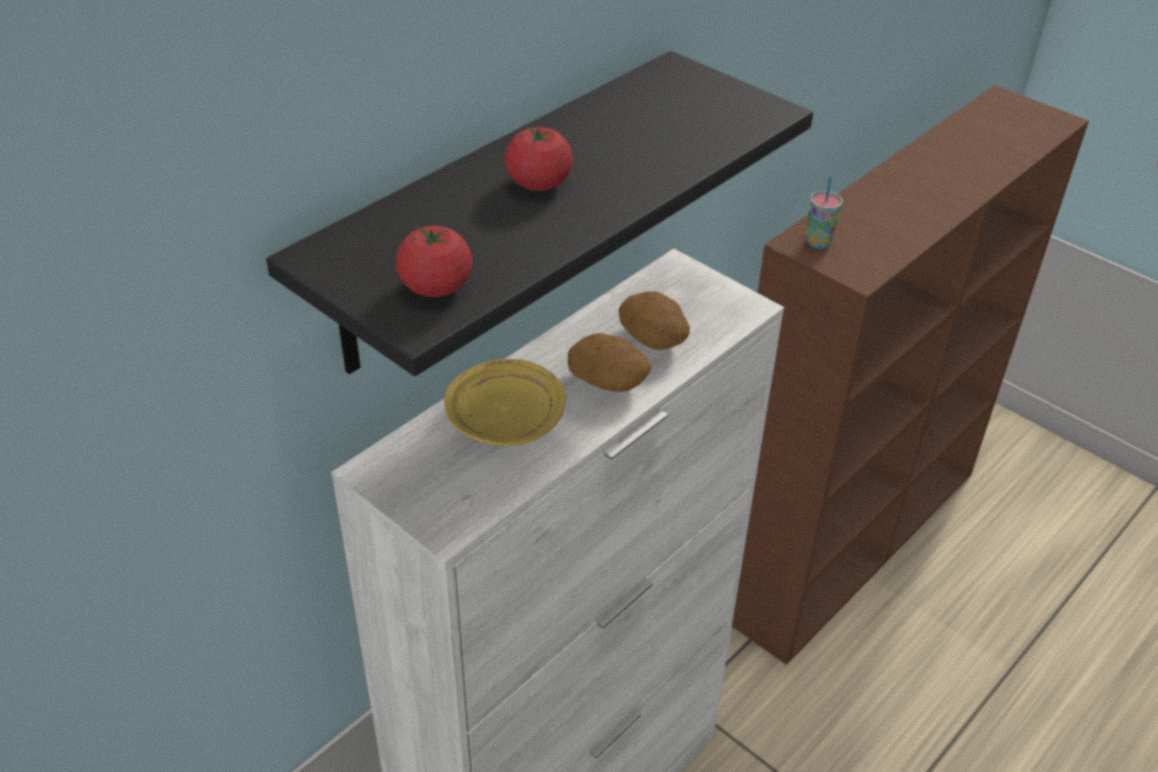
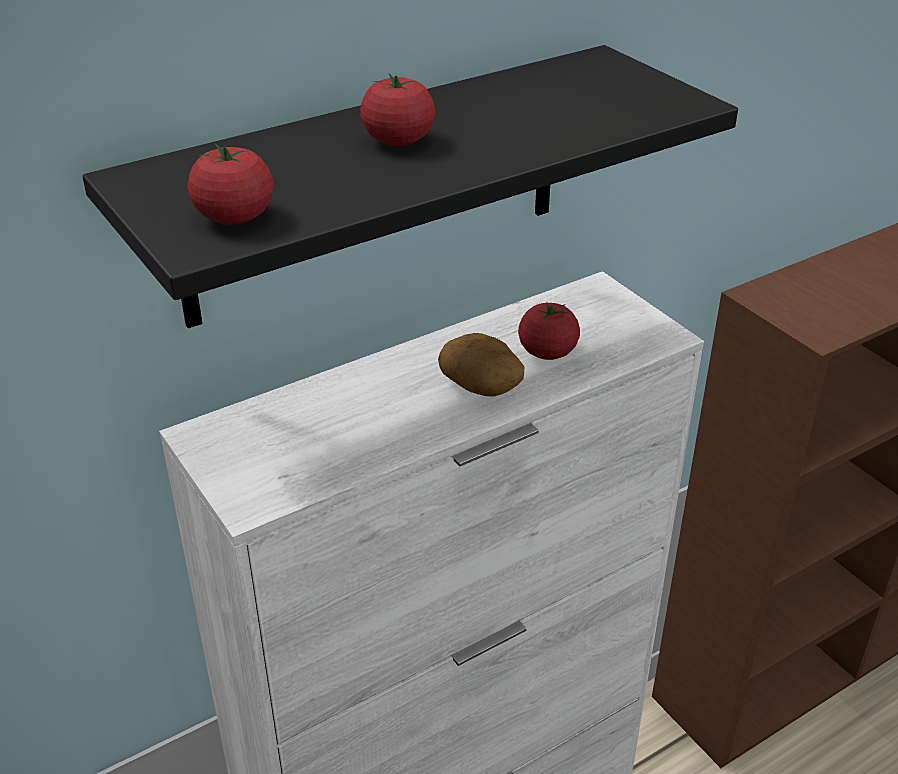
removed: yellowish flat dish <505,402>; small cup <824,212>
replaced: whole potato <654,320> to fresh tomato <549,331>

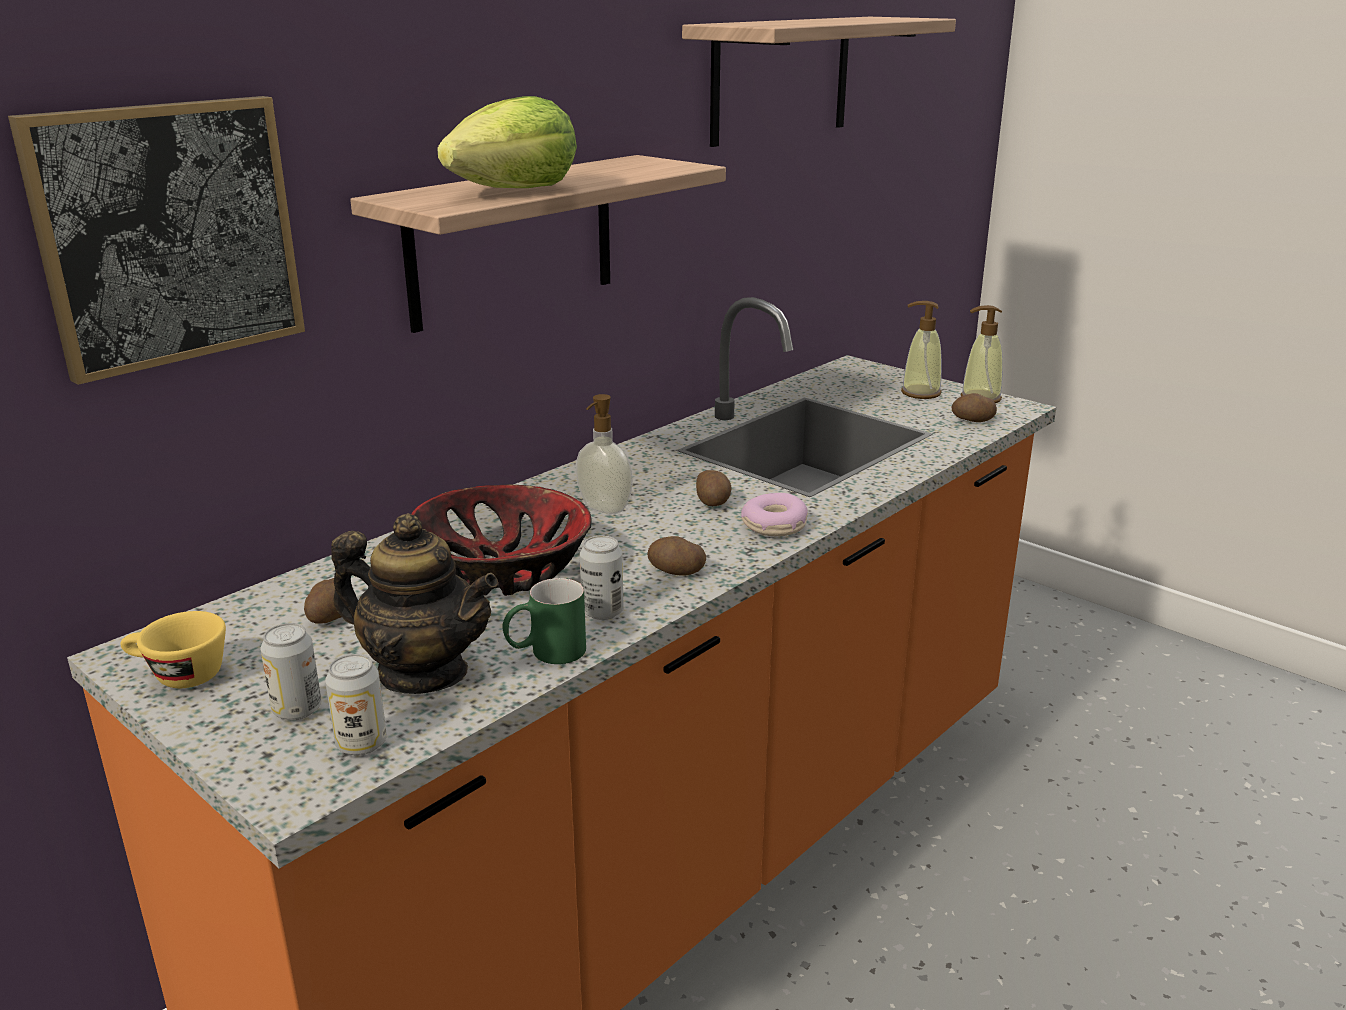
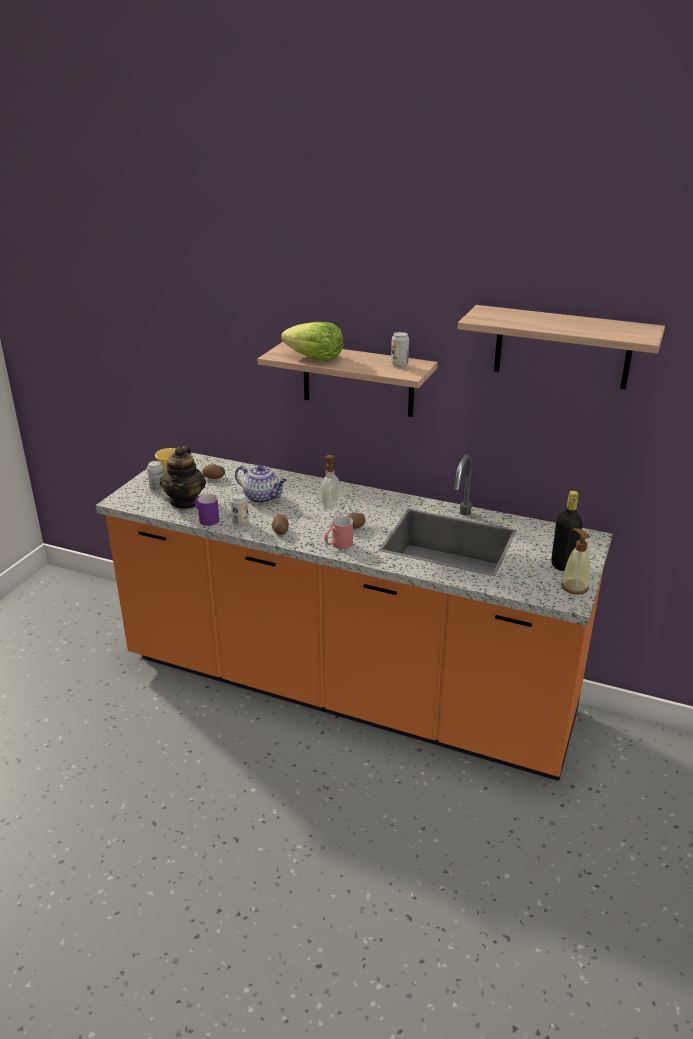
removed: picture <156,240>; whole potato <974,407>
moved: sealed can <356,704> to <400,349>
replaced: bowl <501,540> to teapot <261,484>; doughnut <774,514> to red-coloured tea mug <338,532>; soap bottle <921,350> to black drink bottle <567,531>
recoloured: green tea mug <544,621> to purple-coloured tea mug <206,510>

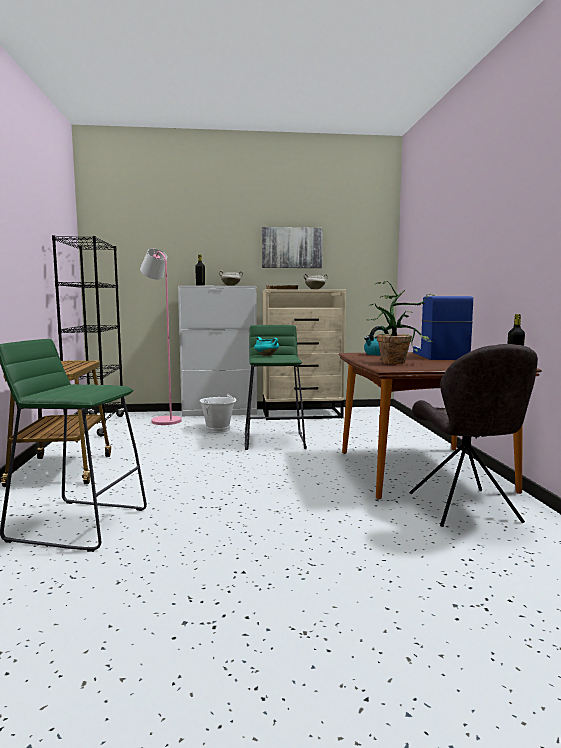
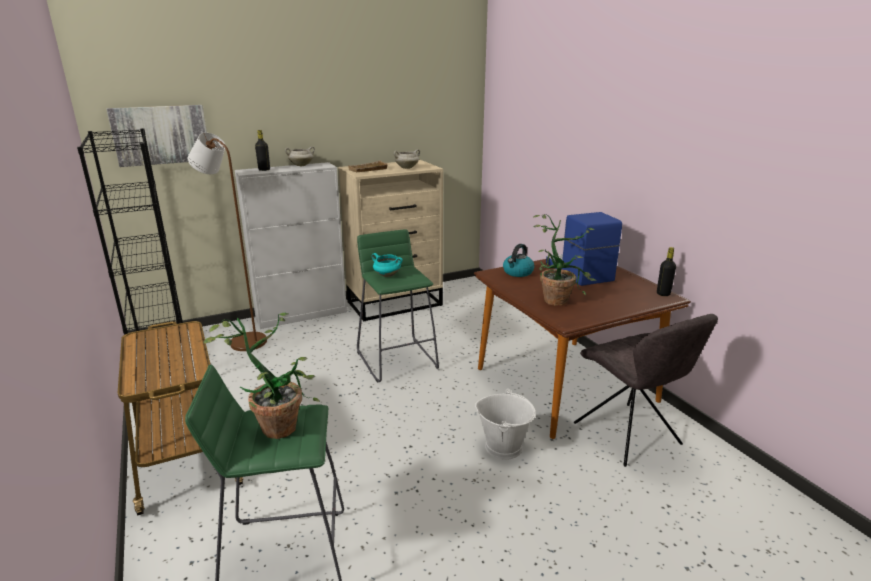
added: plant in a pot <261,376>
moved: white-coloured water bucket <218,413> to <505,424>; picture <292,247> to <157,136>
recoloured: pink standard lamp <161,336> to brown-coloured standard lamp <227,242>

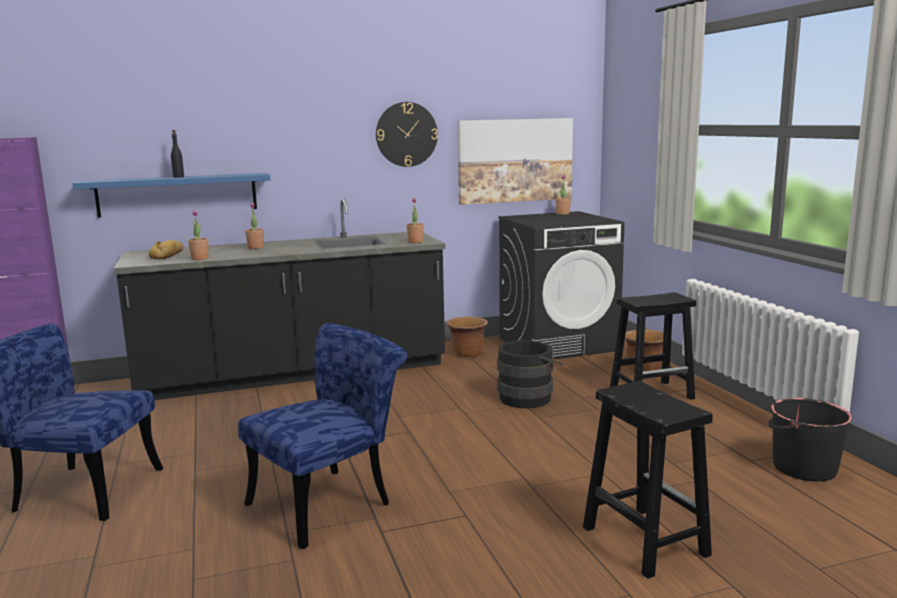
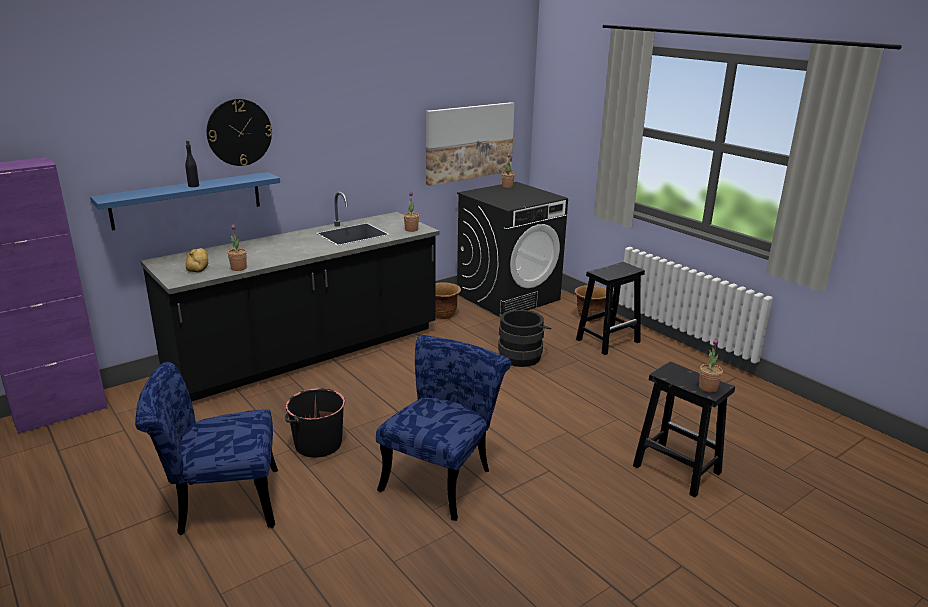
moved: plant in a pot <254,226> to <711,365>; wall clock <407,134> to <239,132>; black water bucket <810,439> to <315,423>

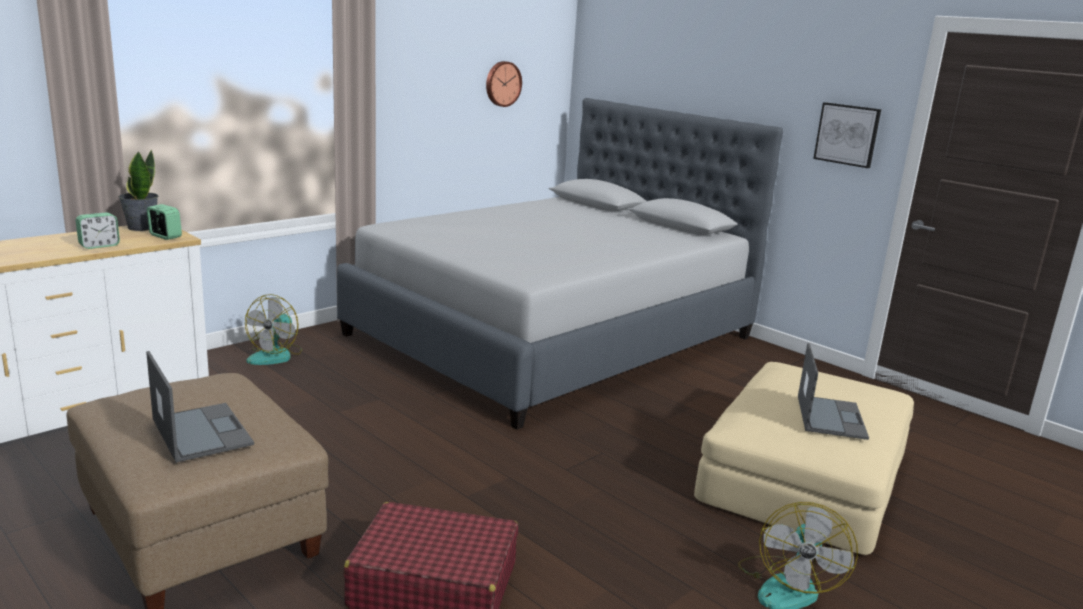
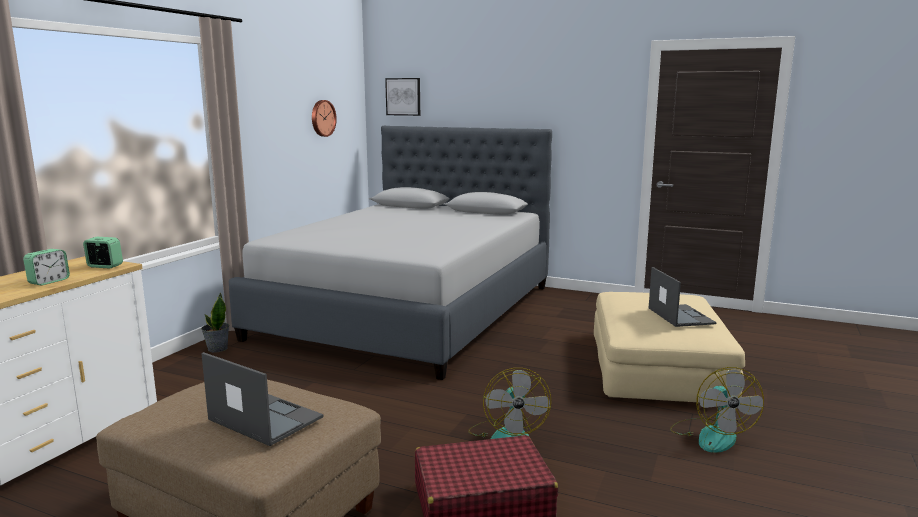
moved: plant in a pot <138,190> to <215,322>; cooling fan <273,329> to <509,403>; picture <847,135> to <402,97>

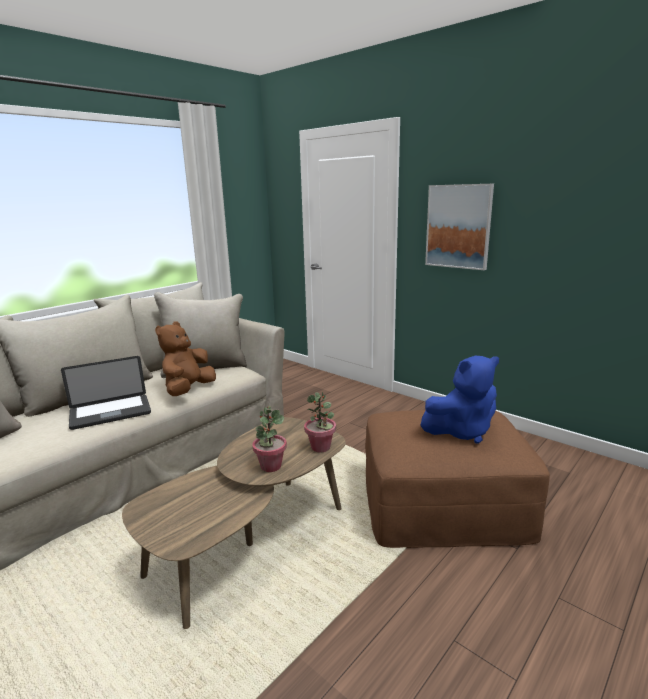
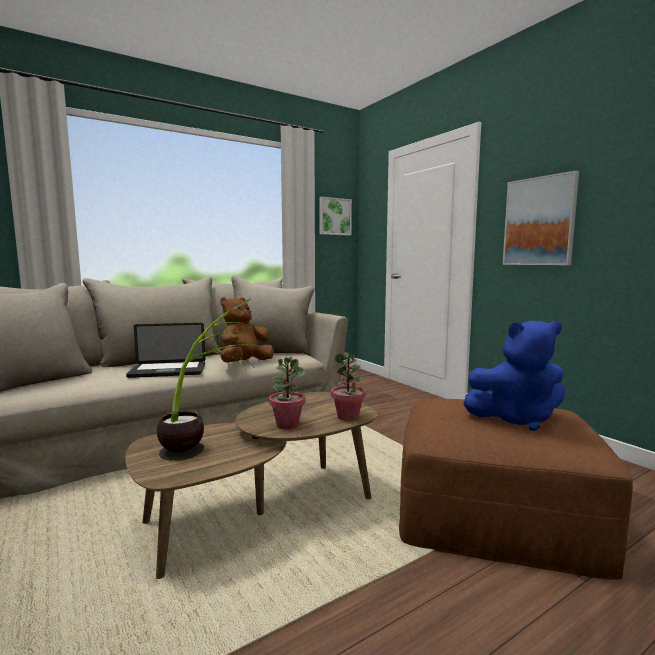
added: plant in a pot <210,379>; picture <335,216>

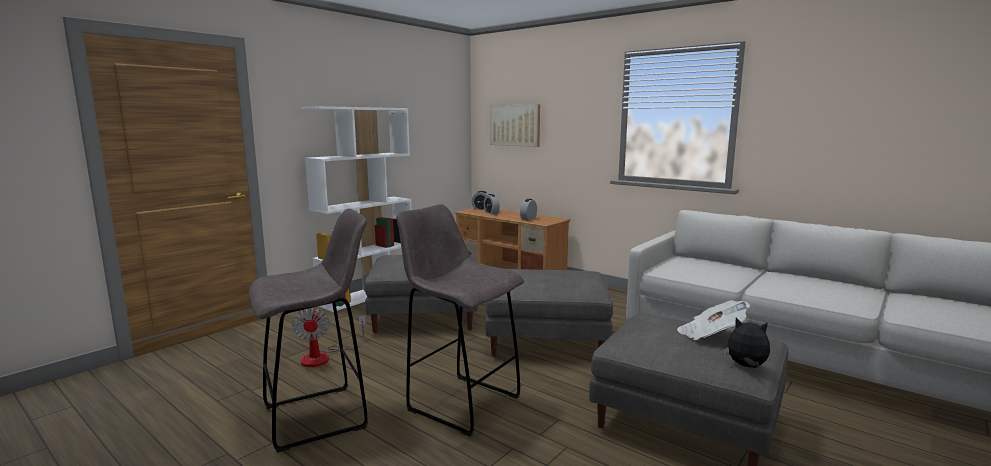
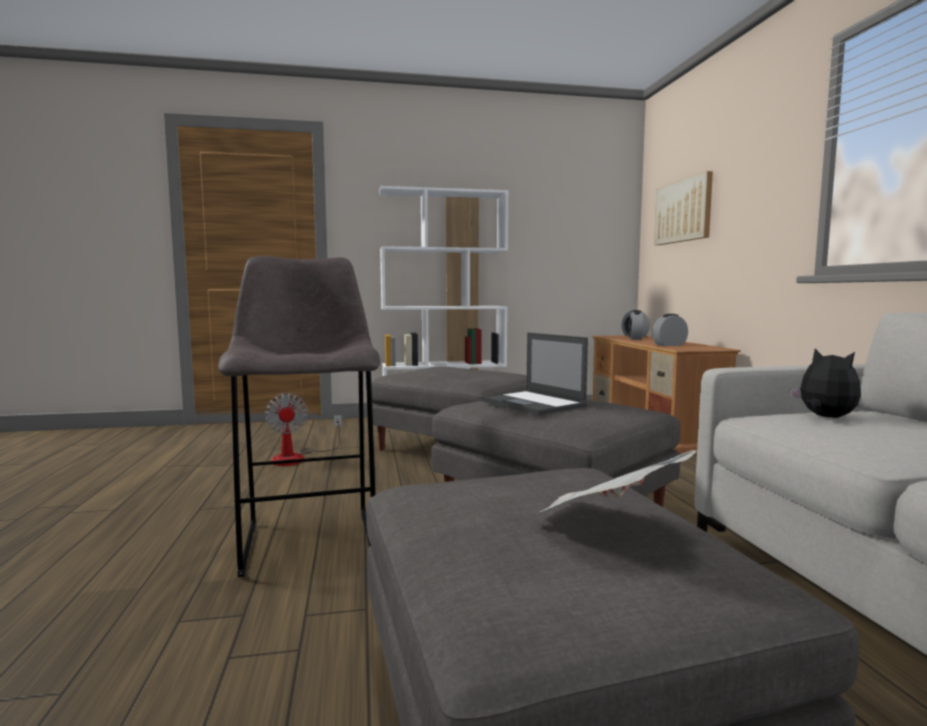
removed: gray sitting stool <308,331>
added: portable computer <534,374>
moved: plush toy <746,343> to <825,383>
turned: cooling fan <329,337> = <303,429> 45 degrees counterclockwise

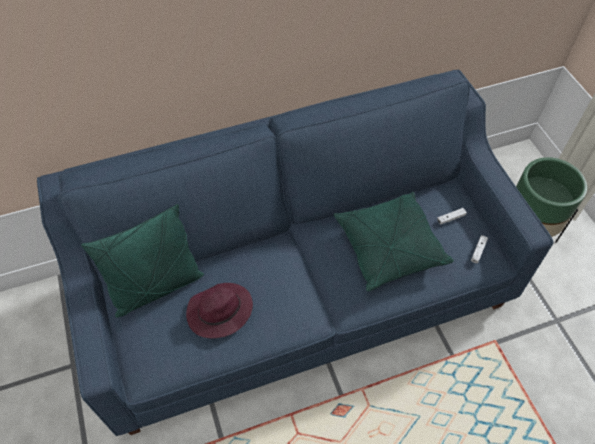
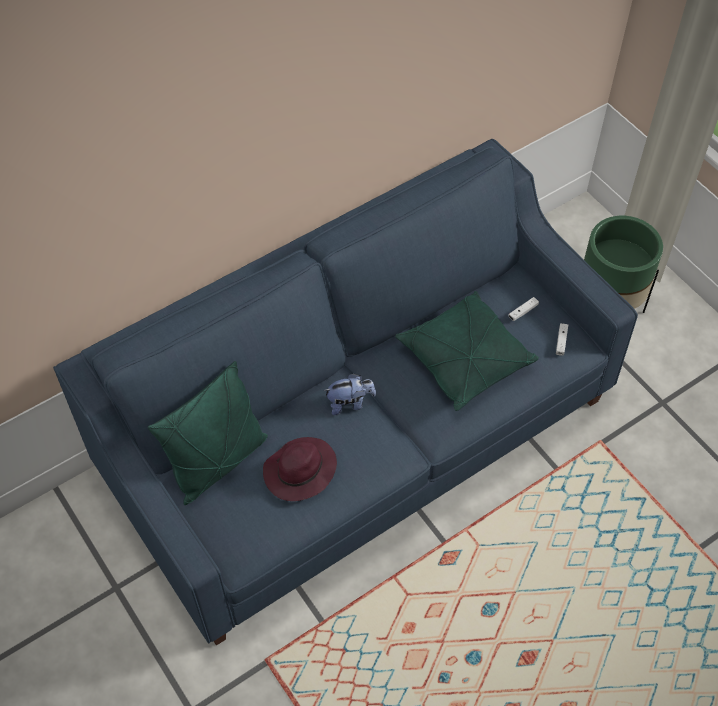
added: plush toy <349,394>

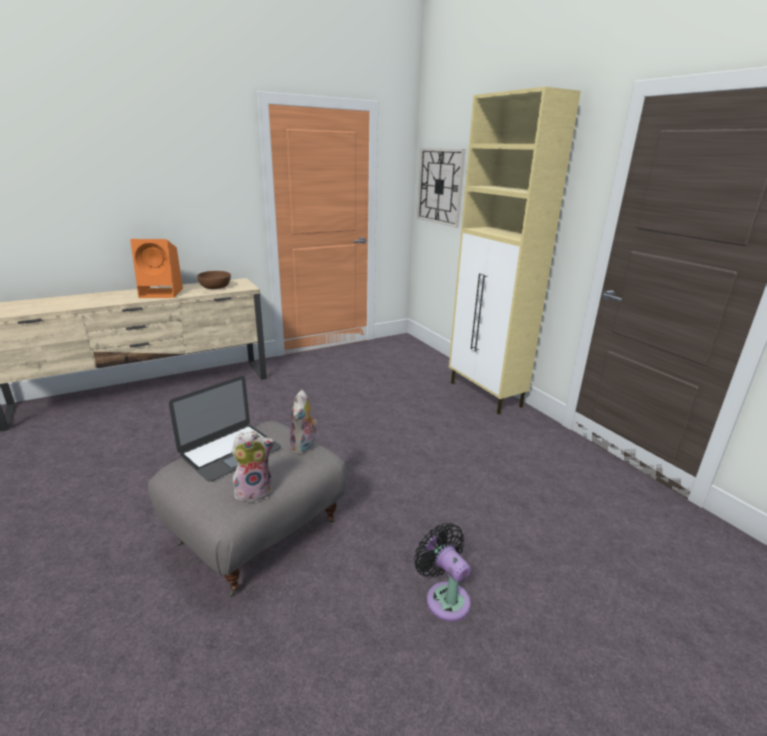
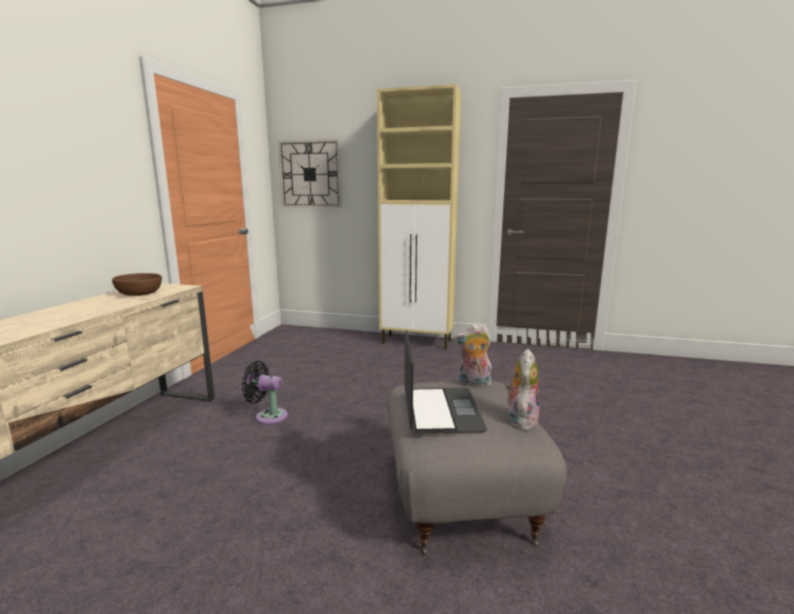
removed: orangey speaker <156,268>
moved: black cooling fan <442,572> to <265,393>
turned: plush toy <304,422> = <473,355> 135 degrees clockwise

